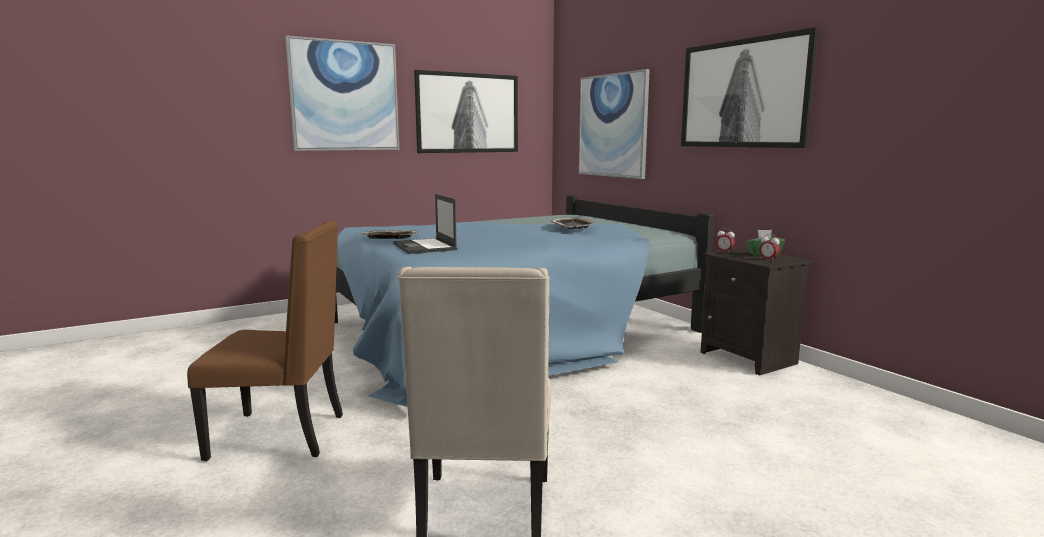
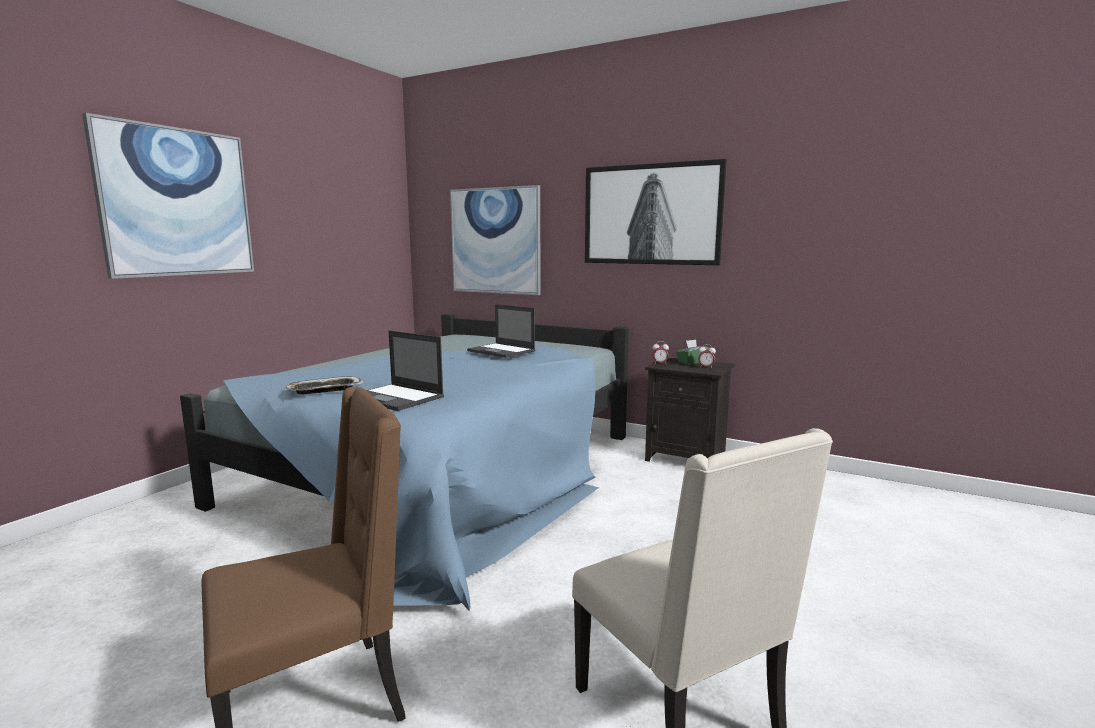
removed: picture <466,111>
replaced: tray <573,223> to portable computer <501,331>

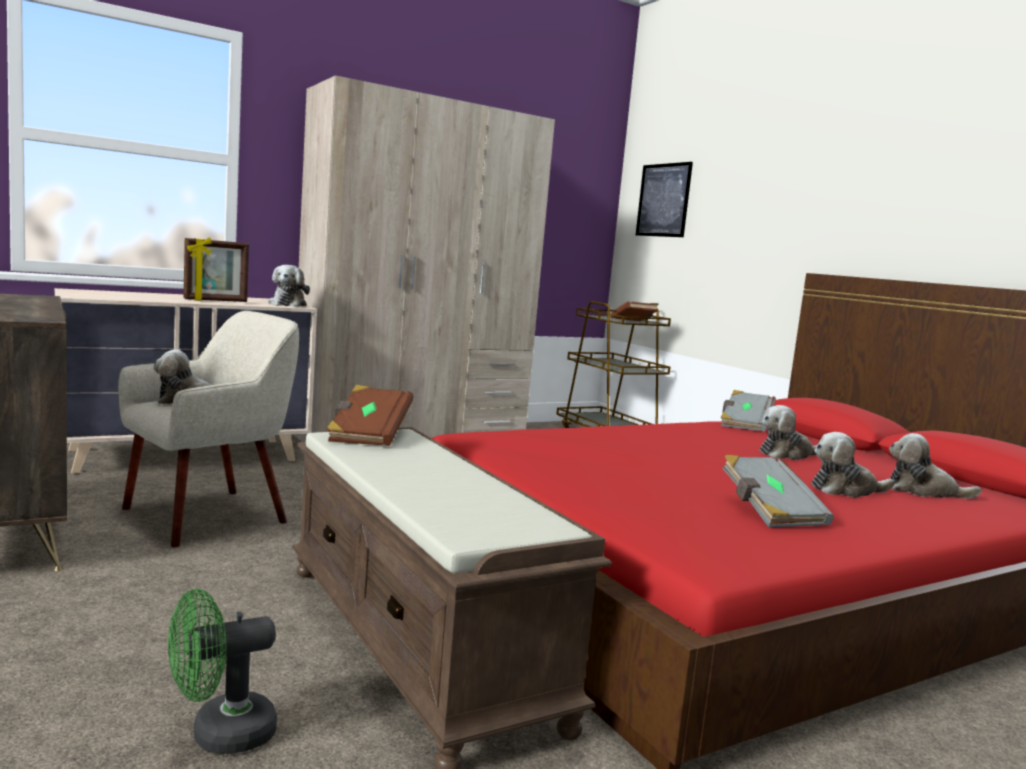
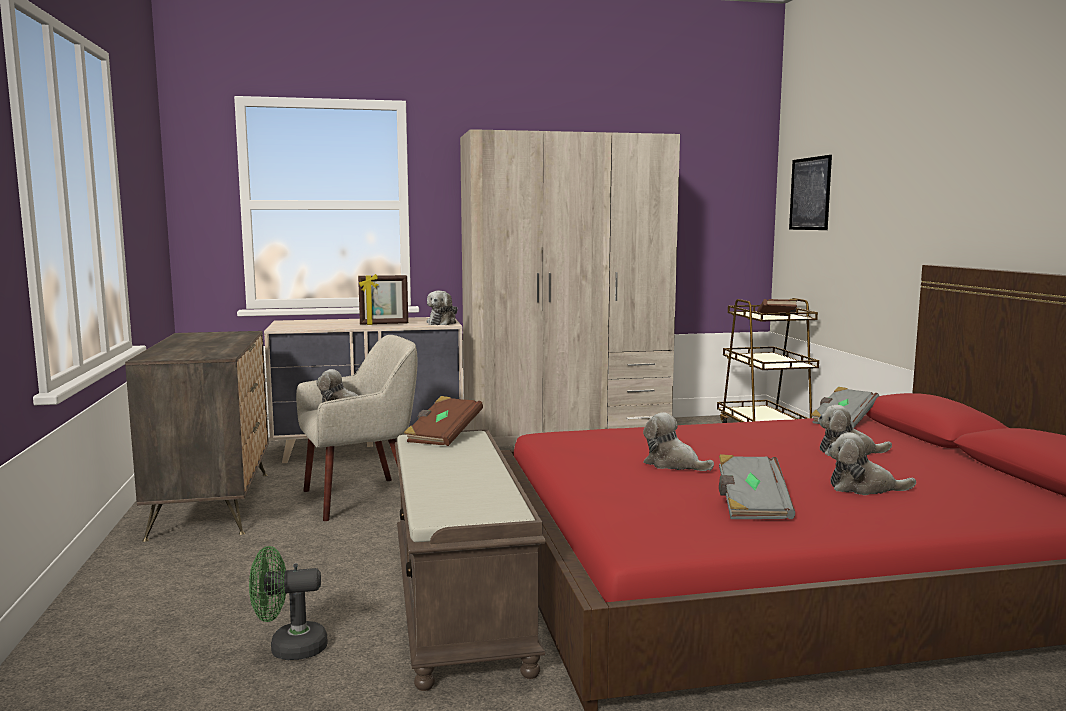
moved: plush toy <935,466> to <678,441>

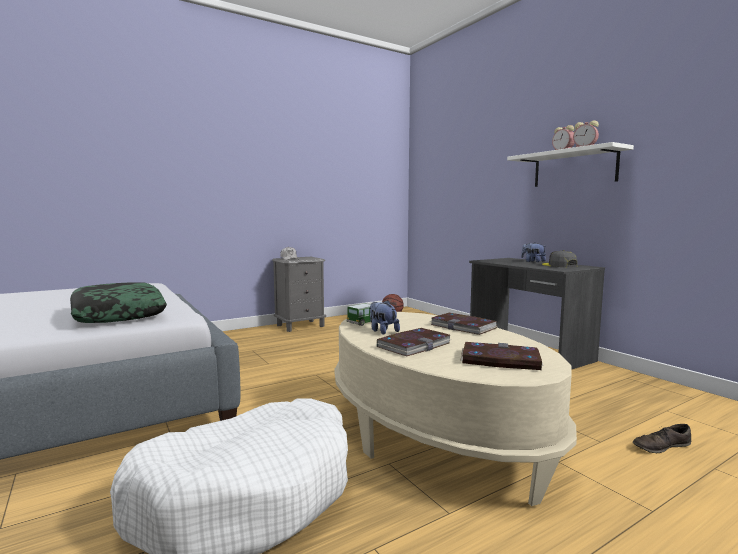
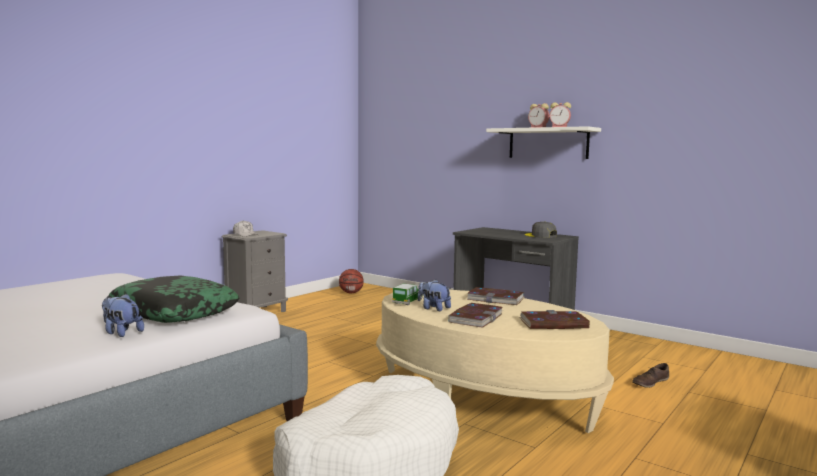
moved: plush toy <534,252> to <123,315>

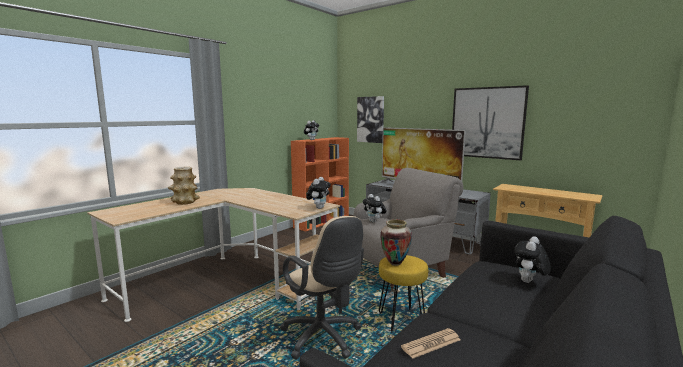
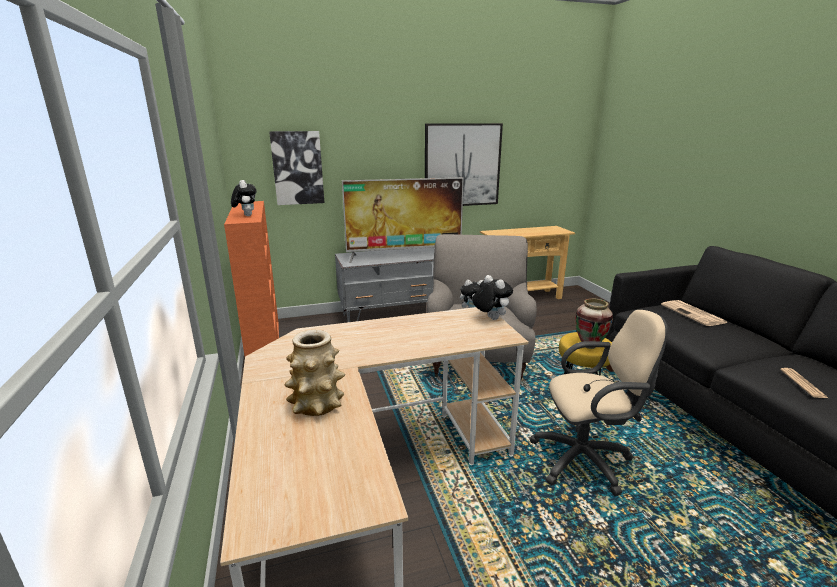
replaced: plush toy <532,259> to daily paper <694,313>

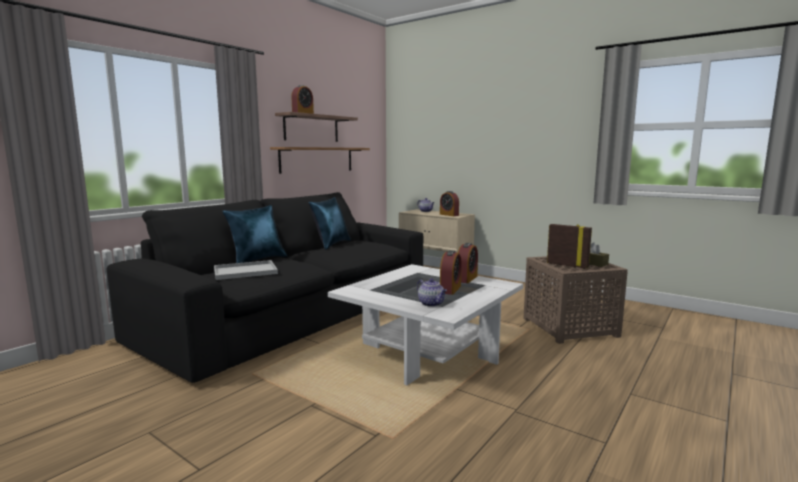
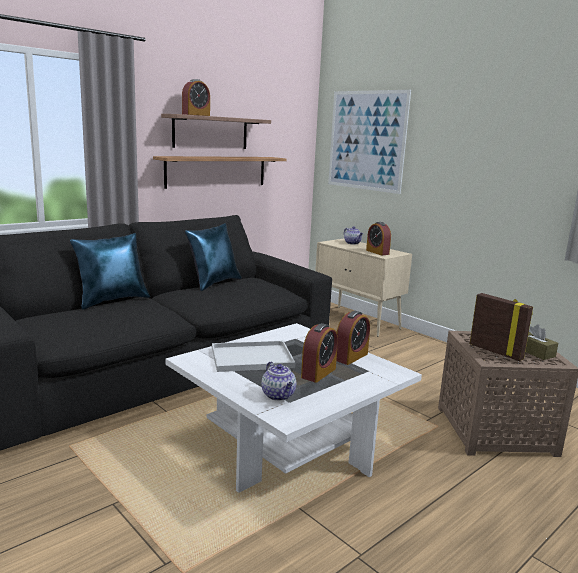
added: picture <369,142>
moved: white-coloured tray <246,270> to <254,356>

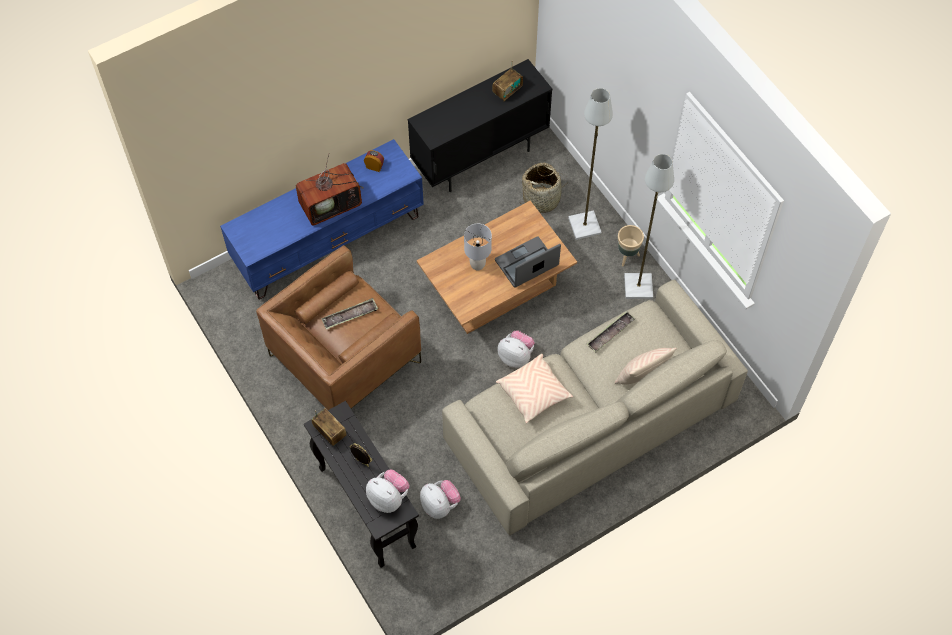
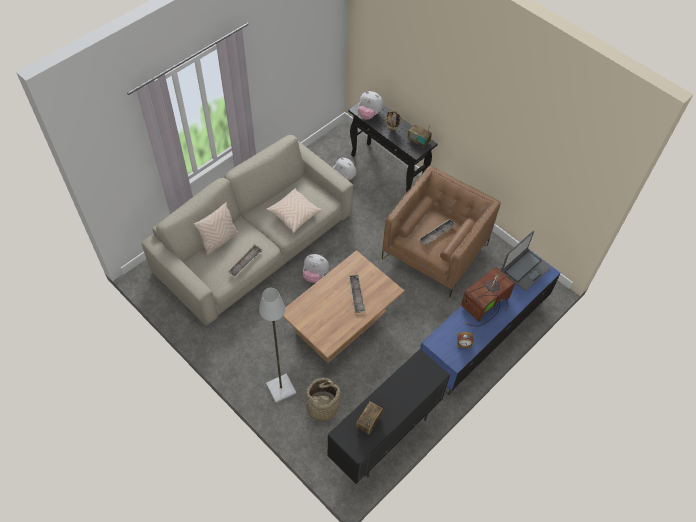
removed: beige-coloured planter <631,245>; gray standard lamp <649,226>
moved: portable computer <528,262> to <526,261>
replaced: gray lamp for a table <478,247> to tray <356,294>

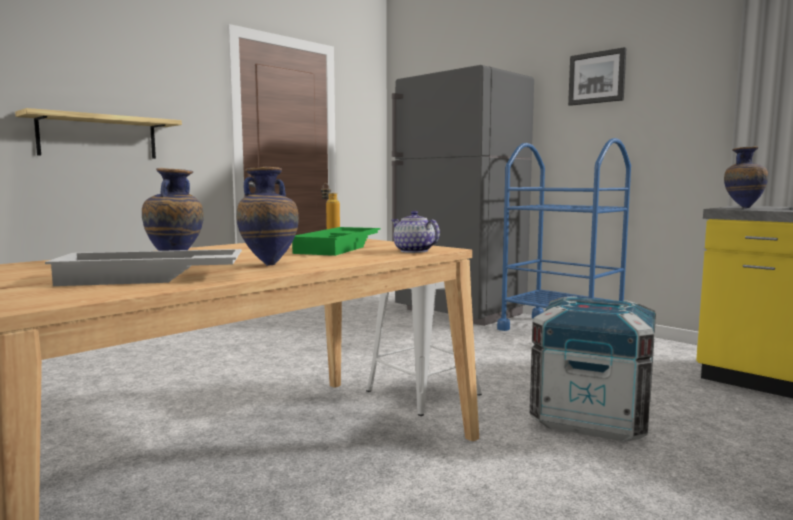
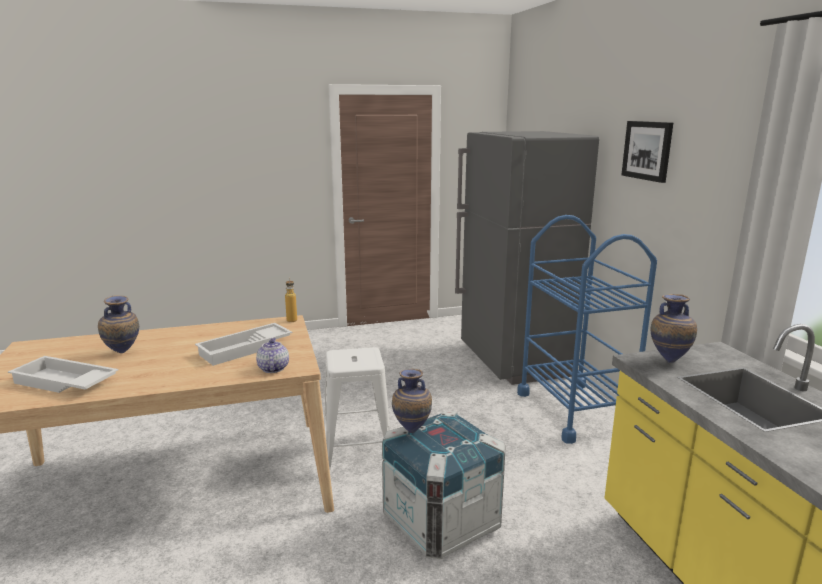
removed: wall shelf <98,133>
moved: decorative vase <267,216> to <412,401>
recoloured: green tray <336,241> to white-coloured tray <244,344>

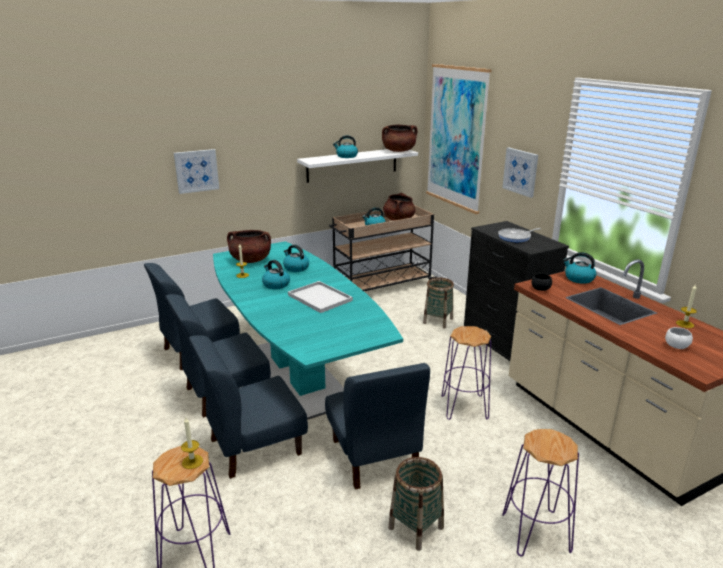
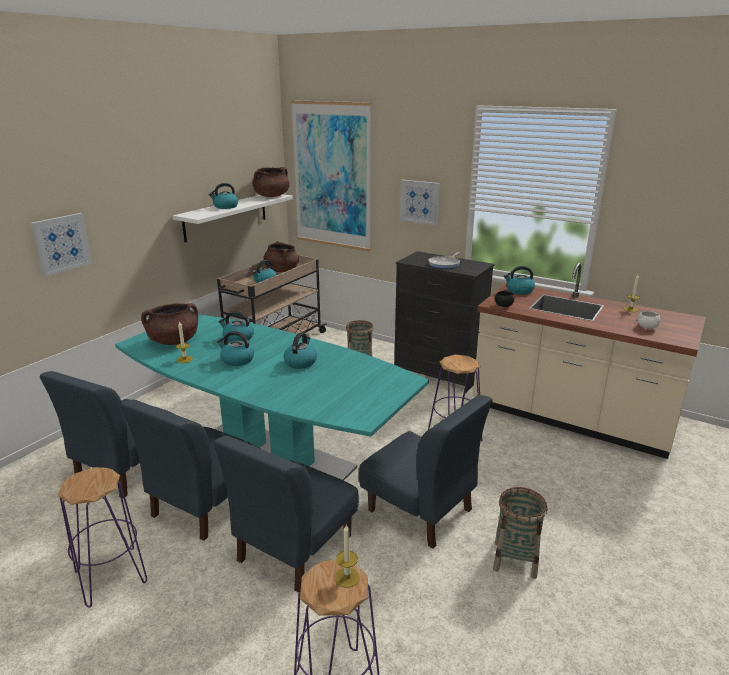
moved: purple-coloured sitting stool <540,492> to <102,537>
replaced: white-coloured tray <320,297> to tea kettle <300,351>

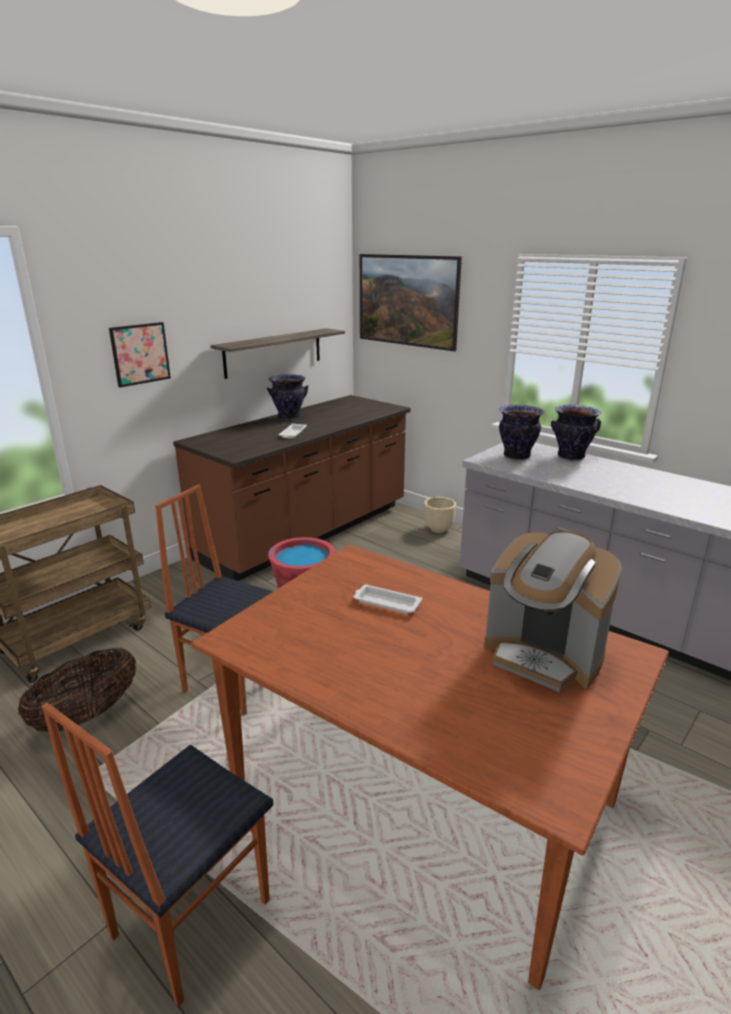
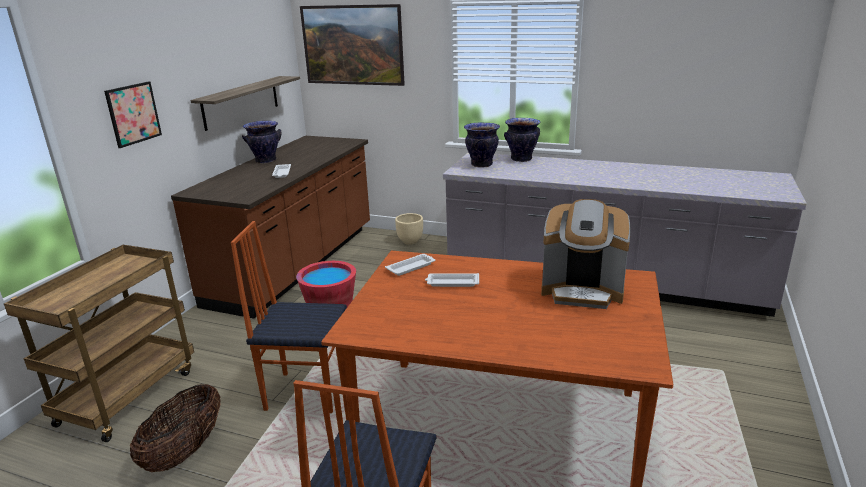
added: white-coloured tray <410,265>

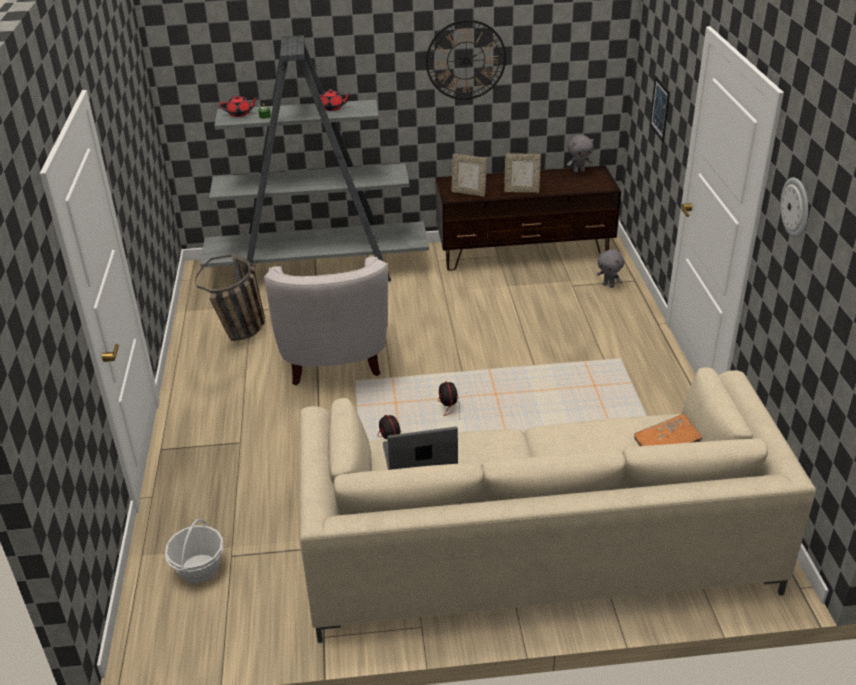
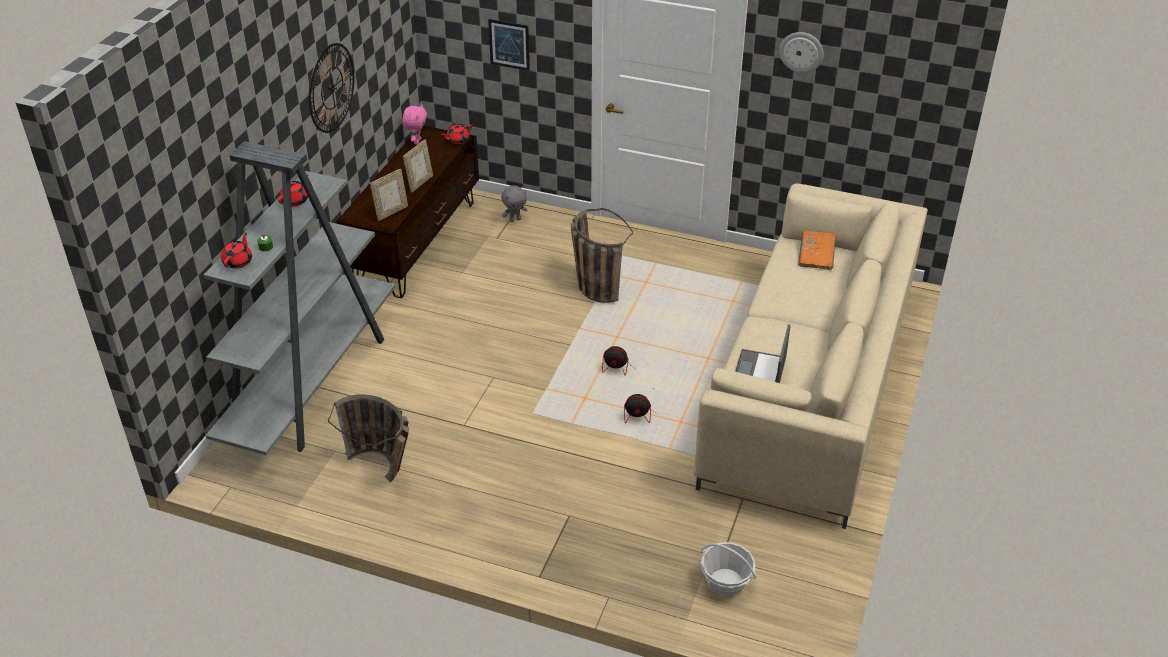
removed: white-coloured lounge chair <326,321>
added: red-coloured teapot <456,134>; storage basket <602,255>
recoloured: gray plush toy <580,154> to pink plush toy <414,124>

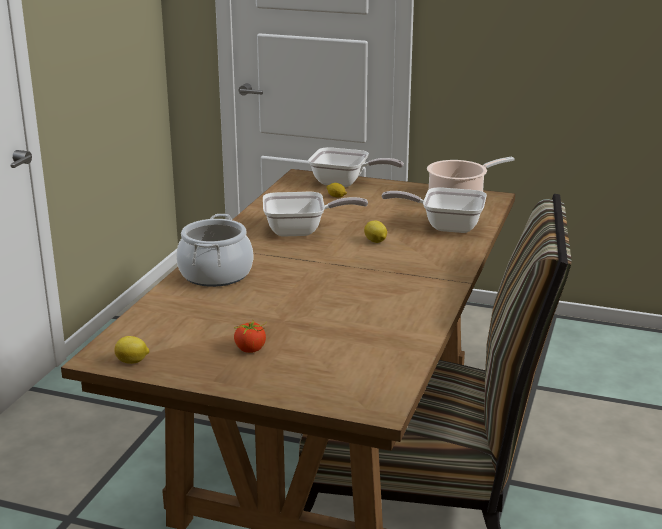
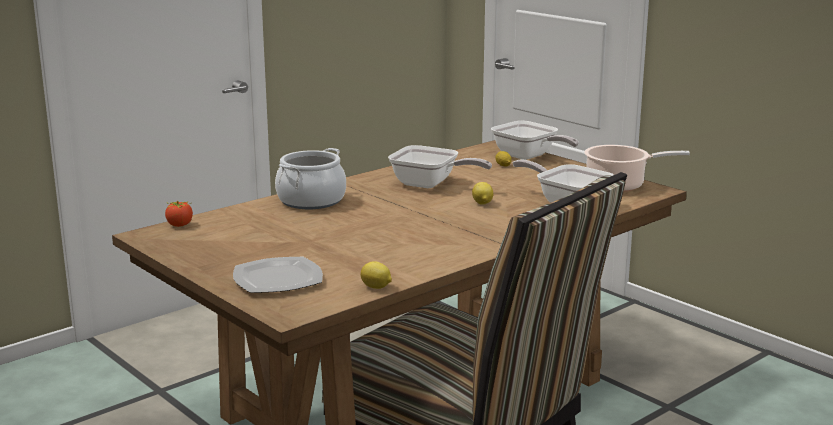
added: flat dish <278,275>
moved: whole lemon <131,350> to <376,275>; fresh tomato <250,336> to <179,214>

